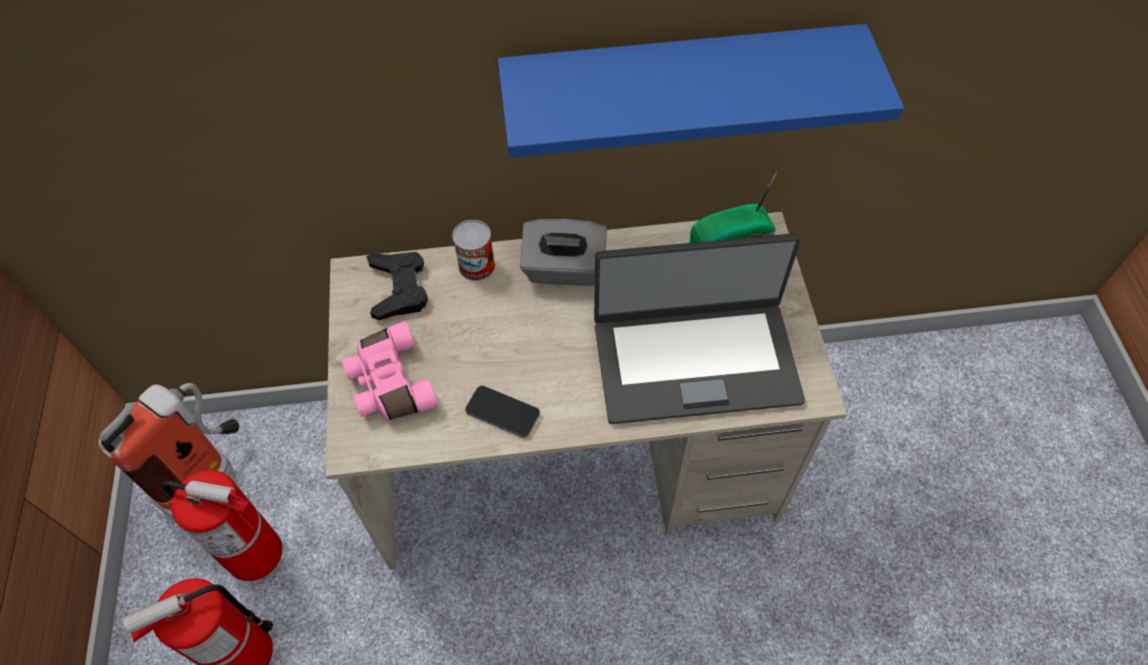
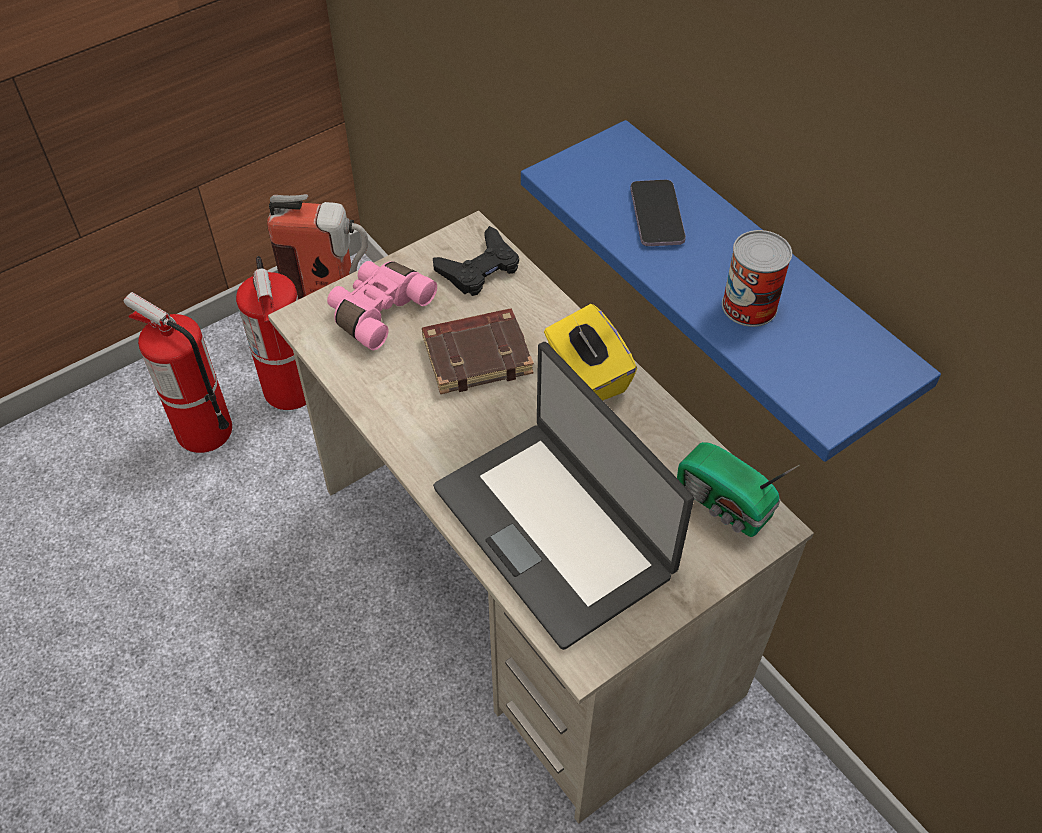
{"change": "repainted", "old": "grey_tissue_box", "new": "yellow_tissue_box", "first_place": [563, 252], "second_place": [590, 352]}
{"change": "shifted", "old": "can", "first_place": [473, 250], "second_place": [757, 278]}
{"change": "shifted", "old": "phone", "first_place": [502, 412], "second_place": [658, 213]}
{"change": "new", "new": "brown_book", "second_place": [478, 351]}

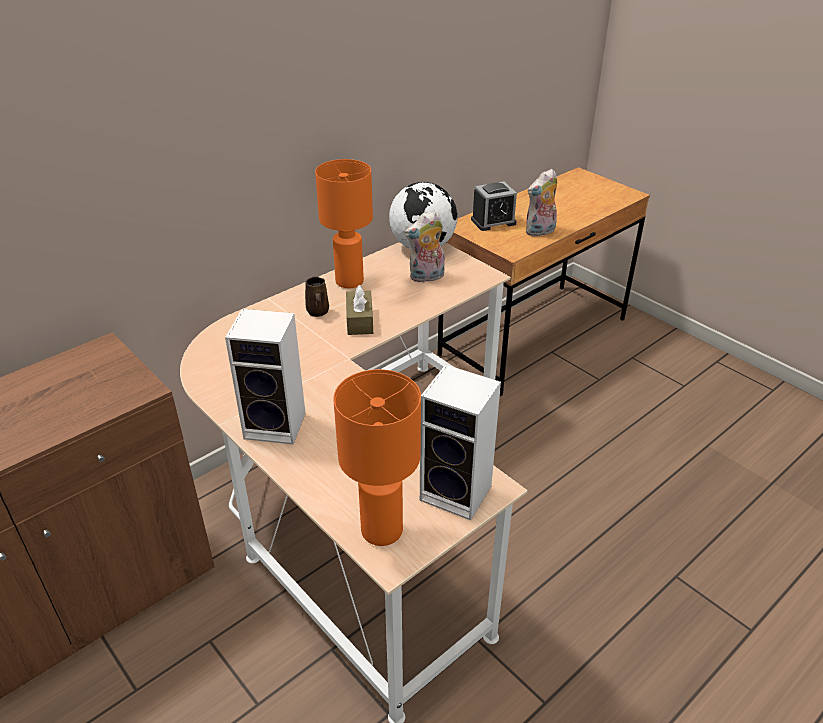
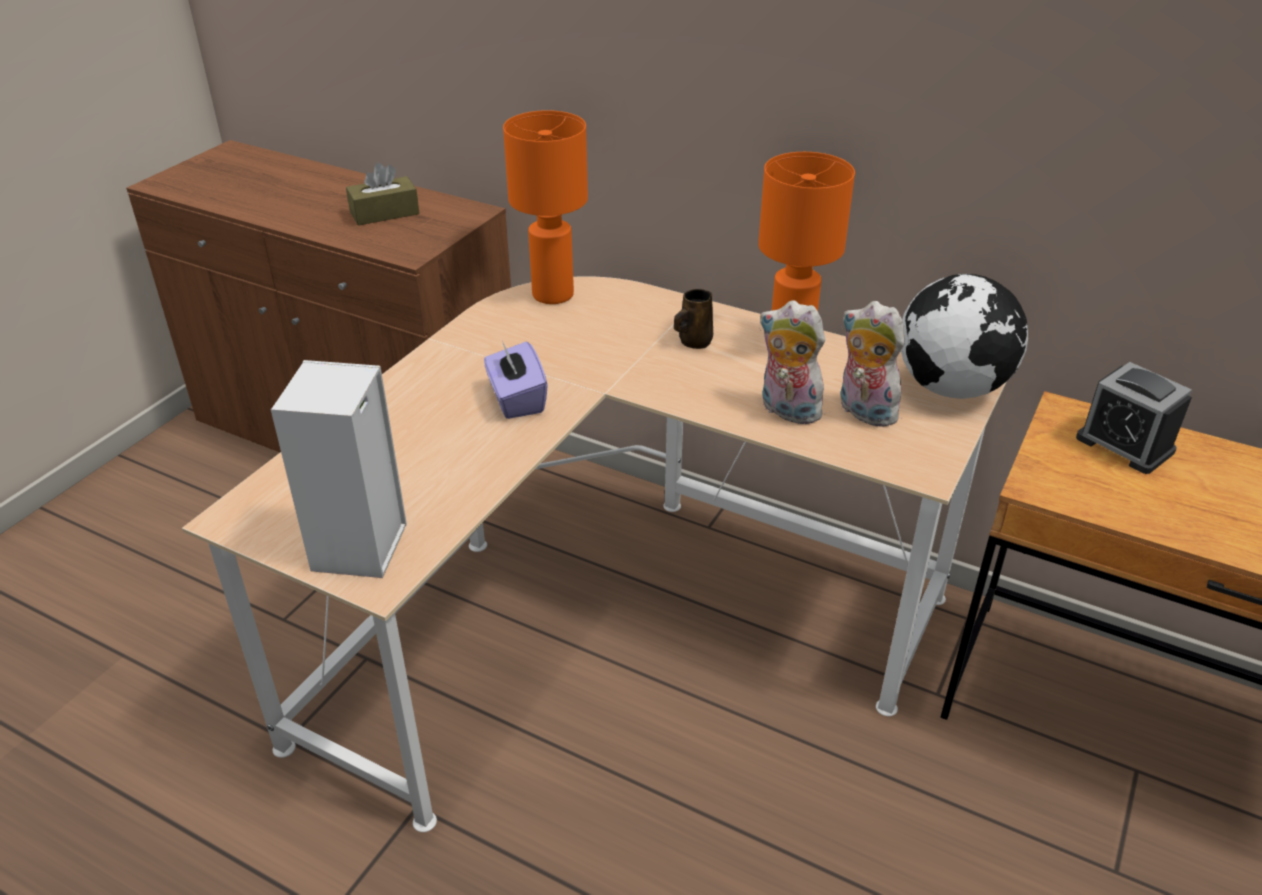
{"change": "shifted", "old": "plush_toy", "first_place": [541, 203], "second_place": [792, 362]}
{"change": "shifted", "old": "brown_tissue_box", "first_place": [359, 310], "second_place": [382, 194]}
{"change": "gone", "old": "speaker", "first_place": [265, 376]}
{"change": "shifted", "old": "orange_table_lamp", "first_place": [377, 457], "second_place": [545, 207]}
{"change": "new", "new": "purple_tissue_box", "second_place": [516, 380]}

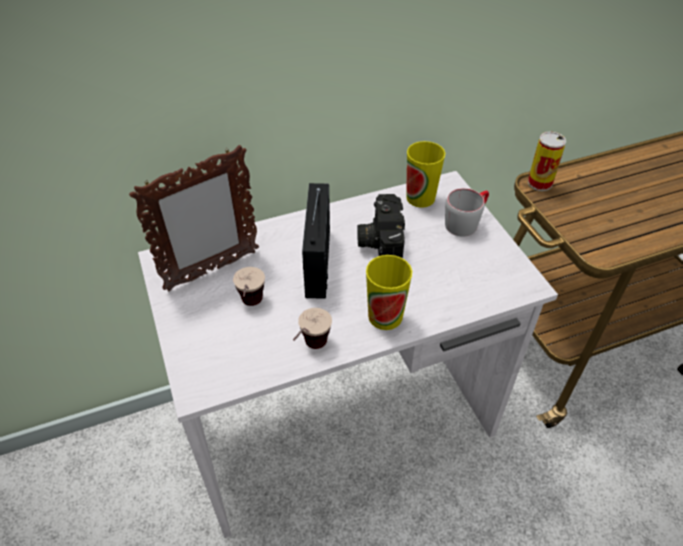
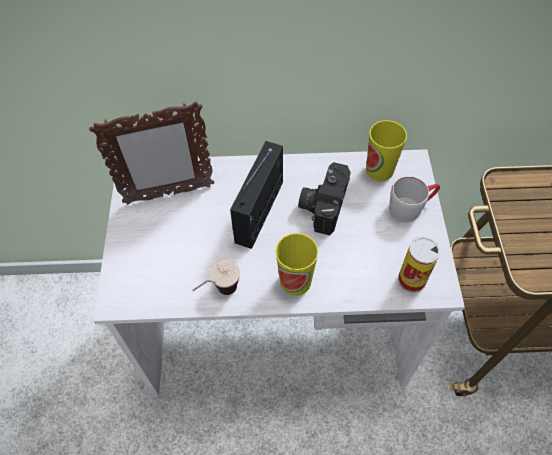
{"change": "shifted", "old": "can", "first_place": [547, 161], "second_place": [419, 264]}
{"change": "gone", "old": "cup", "first_place": [249, 286]}

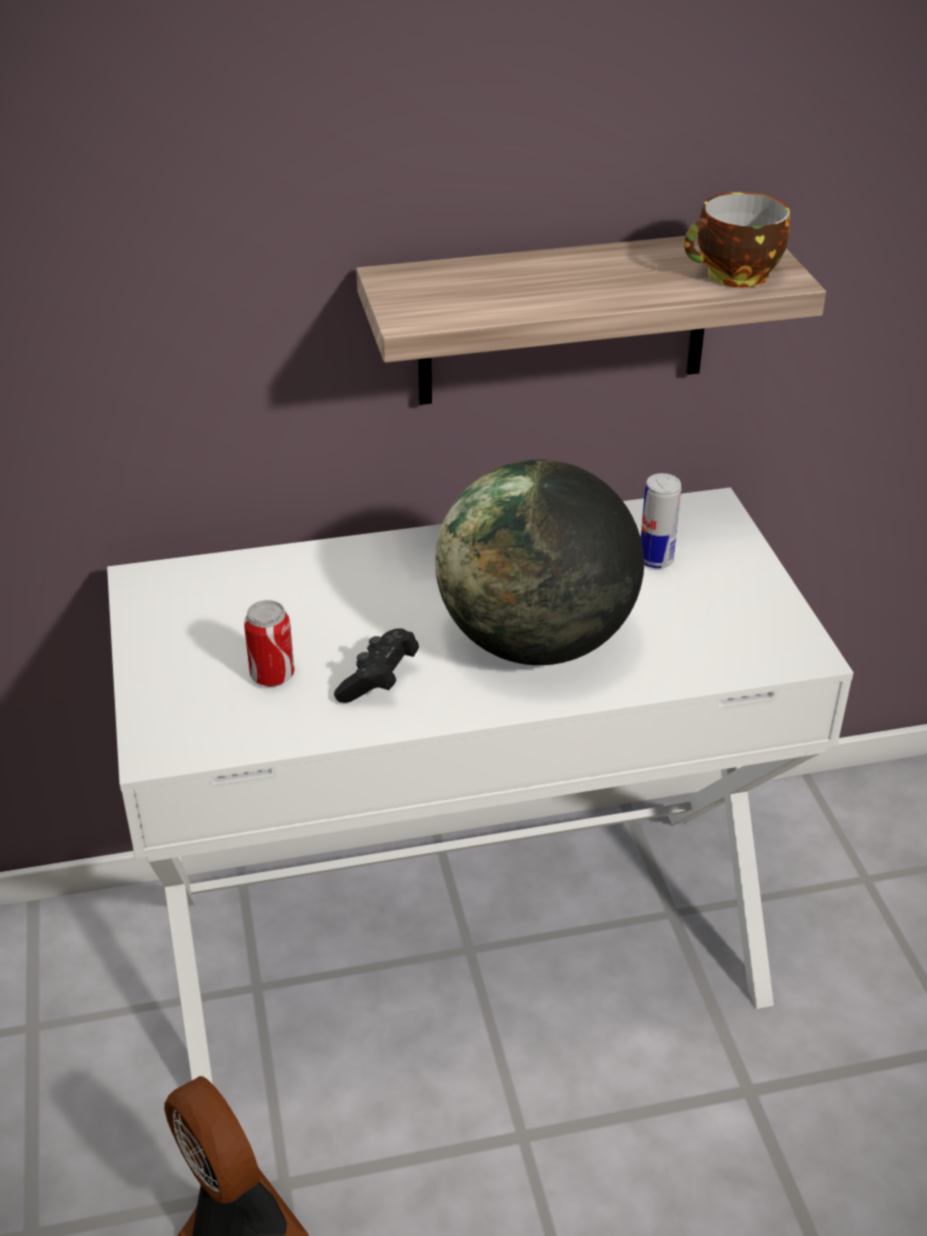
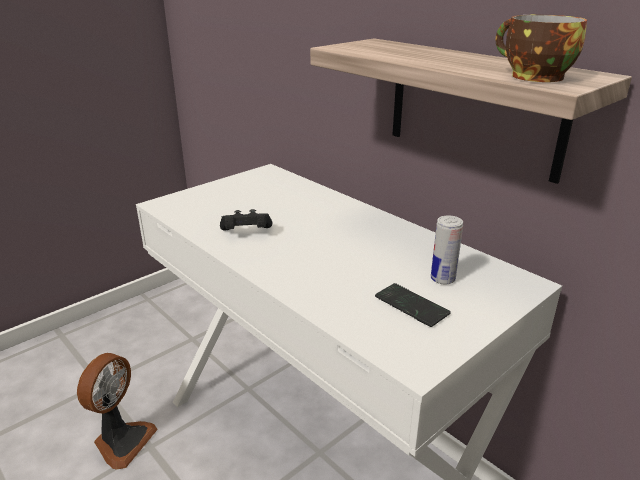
{"change": "gone", "old": "globe", "first_place": [539, 562]}
{"change": "gone", "old": "can", "first_place": [269, 643]}
{"change": "new", "new": "phone", "second_place": [413, 305]}

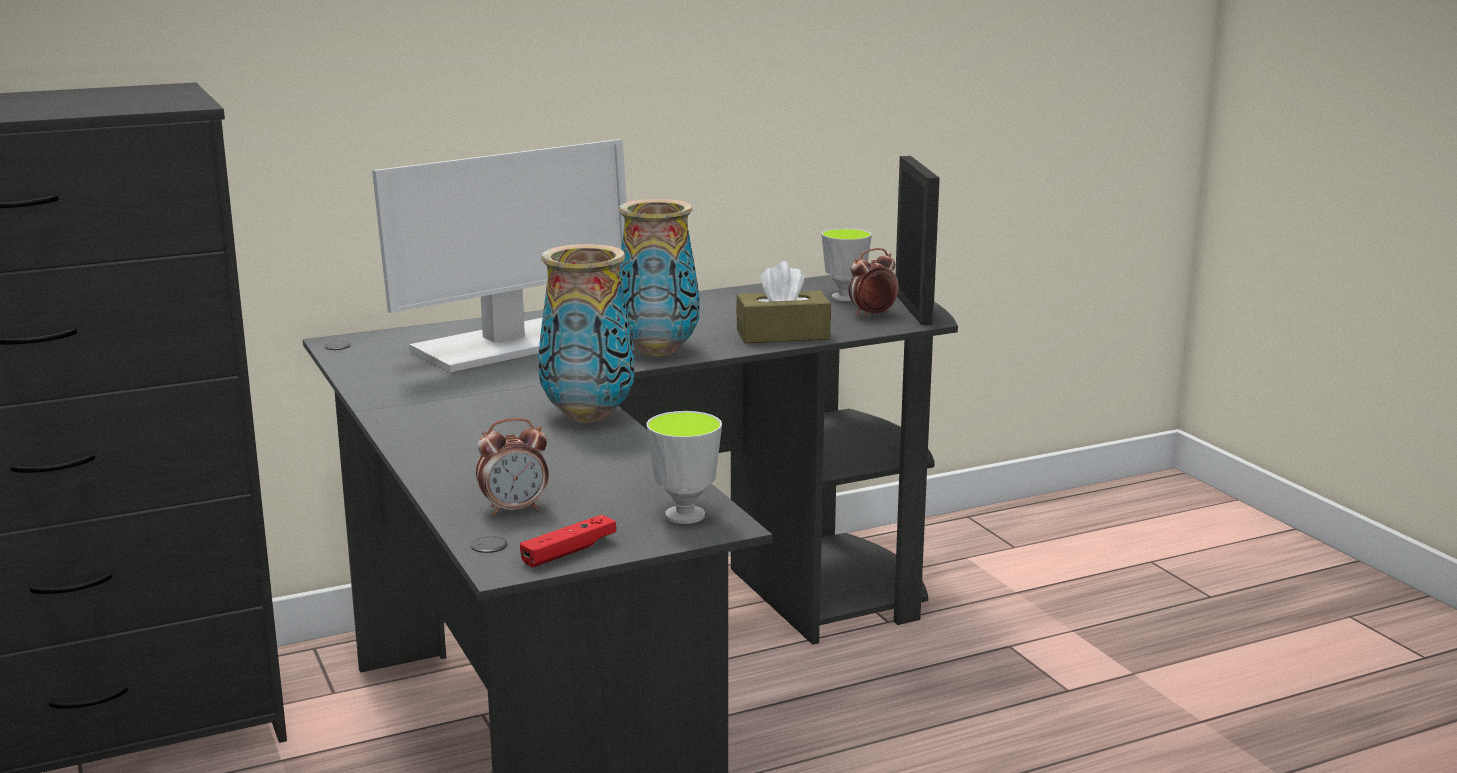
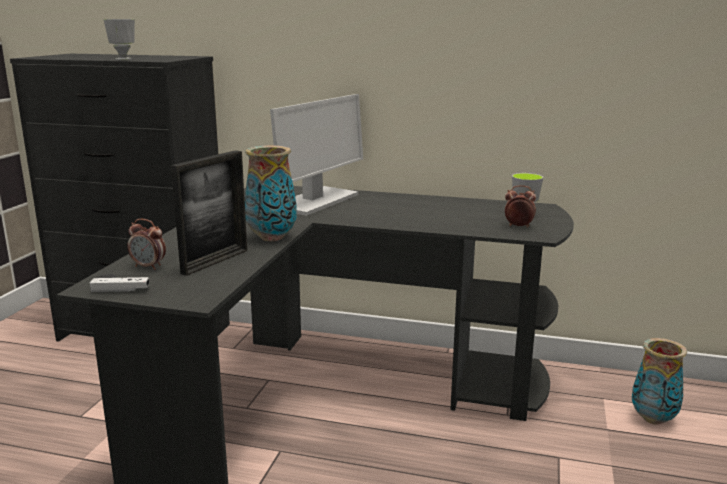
{"change": "rotated", "old": "monitor", "first_place": [499, 255], "second_place": [316, 155], "degrees": -60}
{"change": "shifted", "old": "picture_frame", "first_place": [917, 240], "second_place": [209, 213]}
{"change": "shifted", "old": "vase", "first_place": [659, 277], "second_place": [659, 381]}
{"change": "gone", "old": "brown_tissue_box", "first_place": [783, 302]}
{"change": "shifted", "old": "cup", "first_place": [684, 467], "second_place": [119, 39]}
{"change": "repainted", "old": "red_game_controller", "new": "white_game_controller", "first_place": [568, 540], "second_place": [119, 284]}

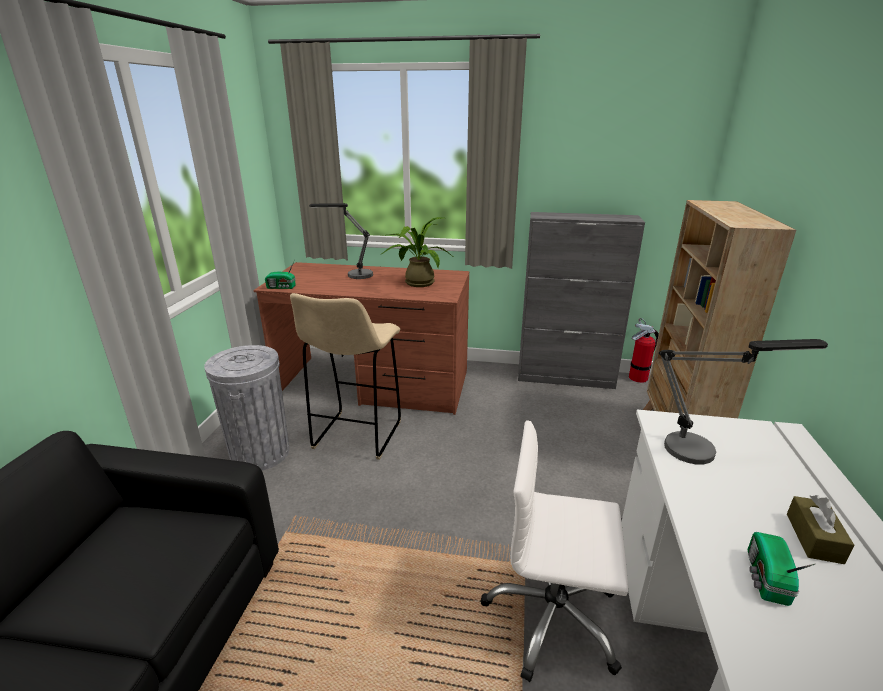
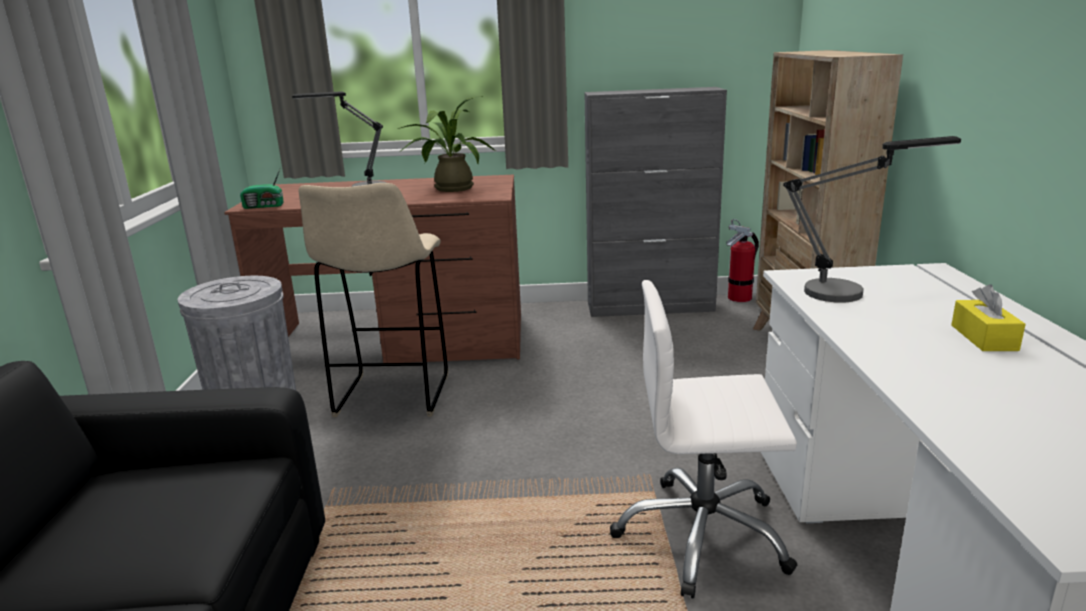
{"change": "repainted", "old": "brown_tissue_box", "new": "yellow_tissue_box", "first_place": [820, 529], "second_place": [988, 317]}
{"change": "gone", "old": "radio", "first_place": [781, 569]}

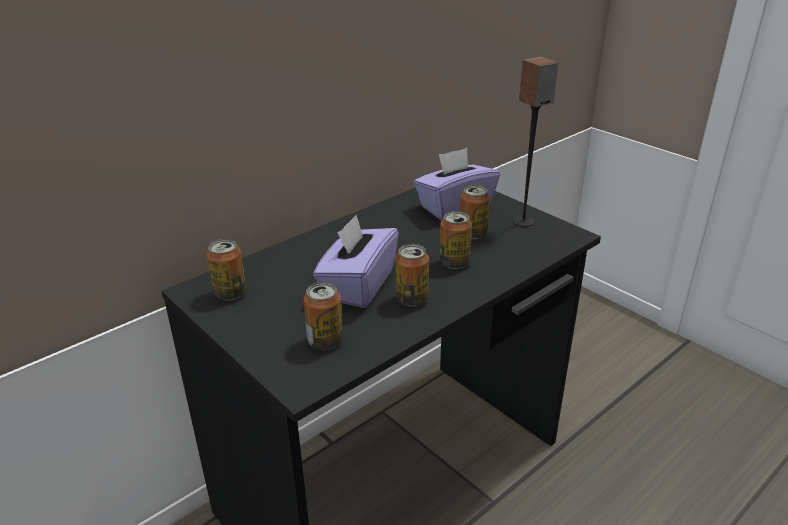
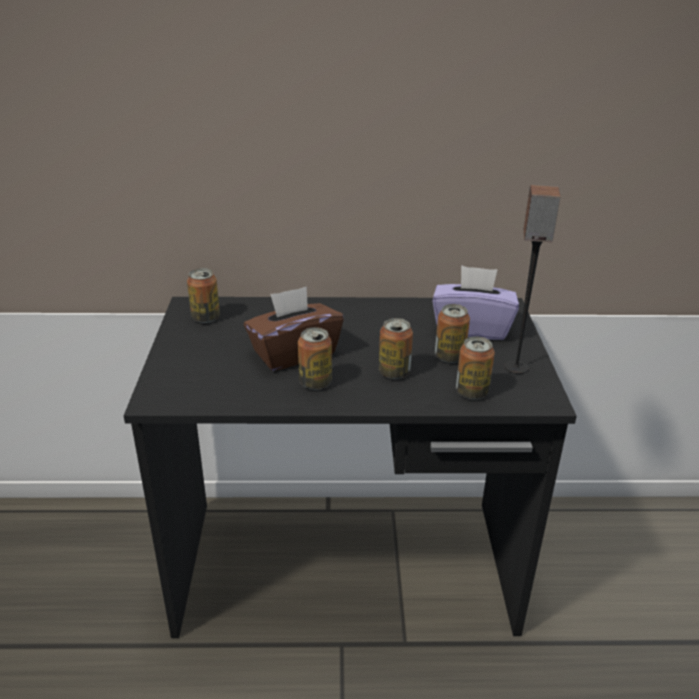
{"change": "repainted", "old": "purple_tissue_box", "new": "brown_tissue_box", "first_place": [356, 261], "second_place": [294, 328]}
{"change": "shifted", "old": "can", "first_place": [323, 316], "second_place": [475, 367]}

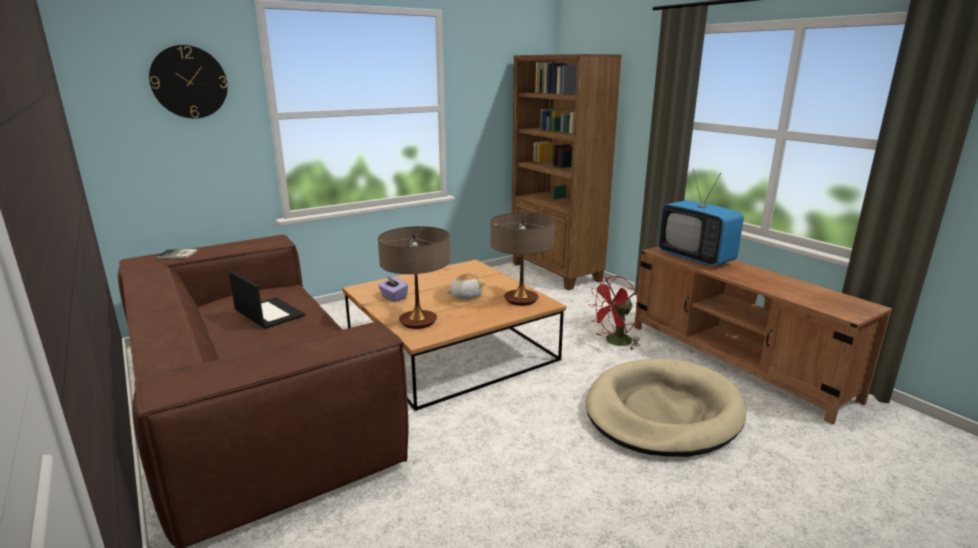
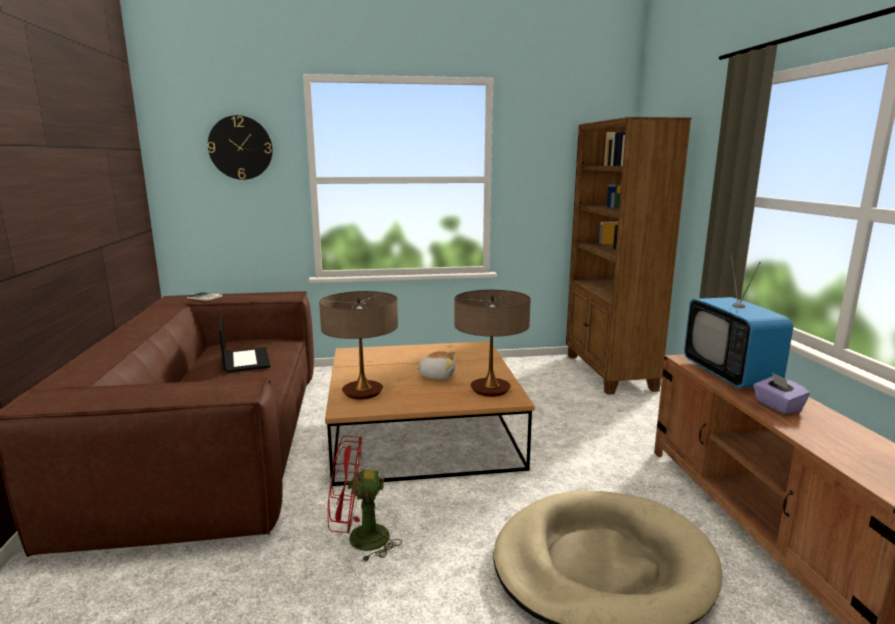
{"change": "shifted", "old": "purple_tissue_box", "first_place": [393, 289], "second_place": [781, 393]}
{"change": "shifted", "old": "red_fan", "first_place": [614, 312], "second_place": [365, 499]}

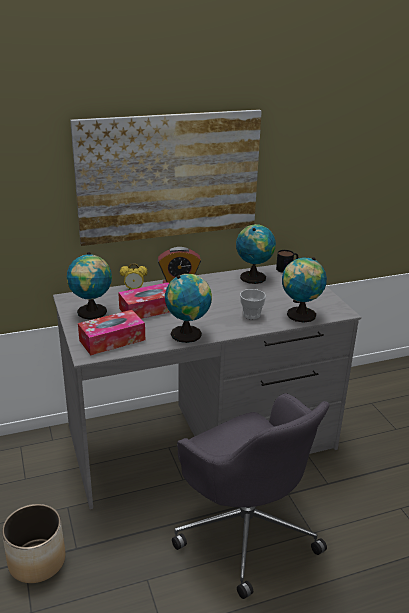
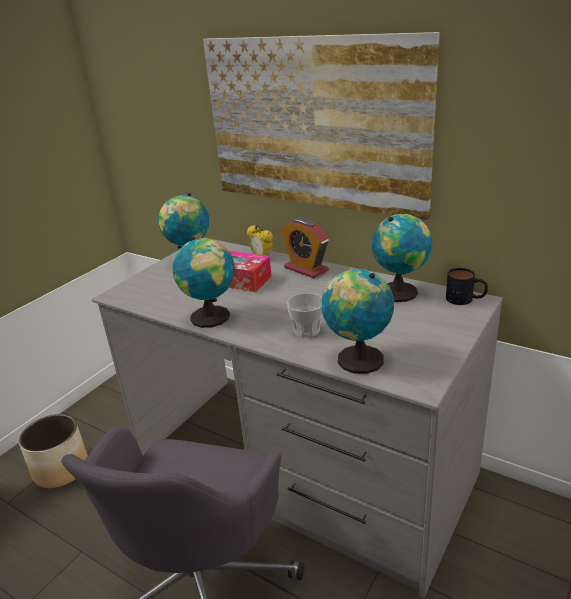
{"change": "gone", "old": "tissue_box", "first_place": [111, 332]}

